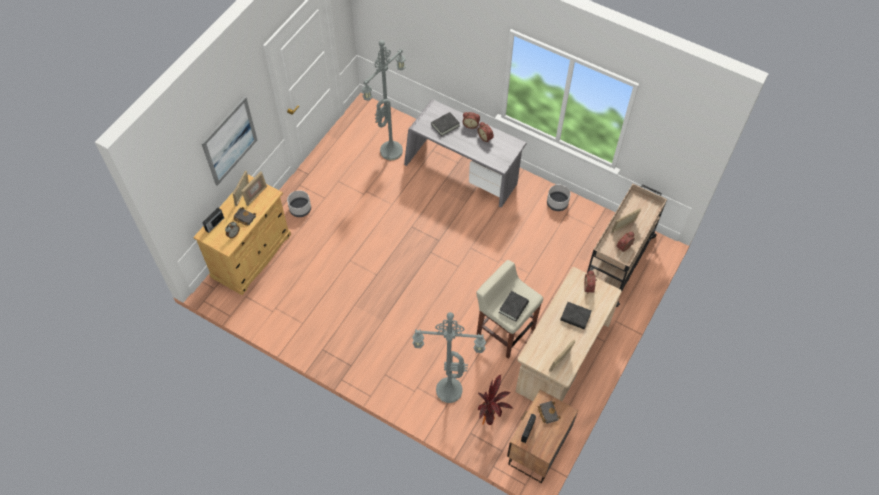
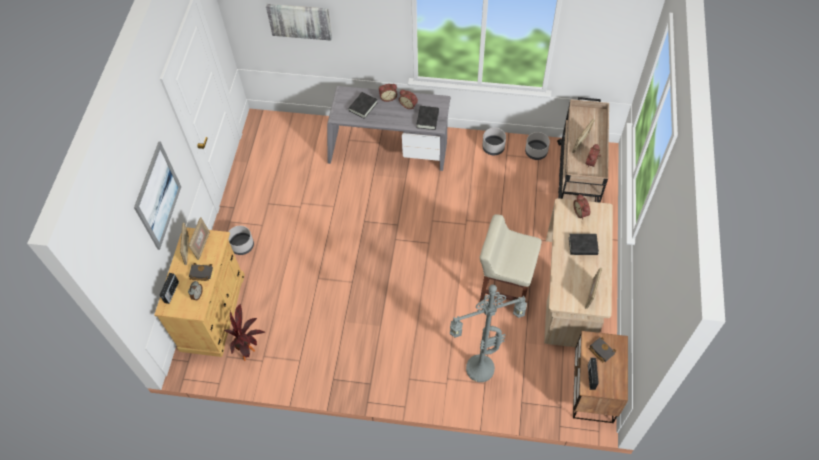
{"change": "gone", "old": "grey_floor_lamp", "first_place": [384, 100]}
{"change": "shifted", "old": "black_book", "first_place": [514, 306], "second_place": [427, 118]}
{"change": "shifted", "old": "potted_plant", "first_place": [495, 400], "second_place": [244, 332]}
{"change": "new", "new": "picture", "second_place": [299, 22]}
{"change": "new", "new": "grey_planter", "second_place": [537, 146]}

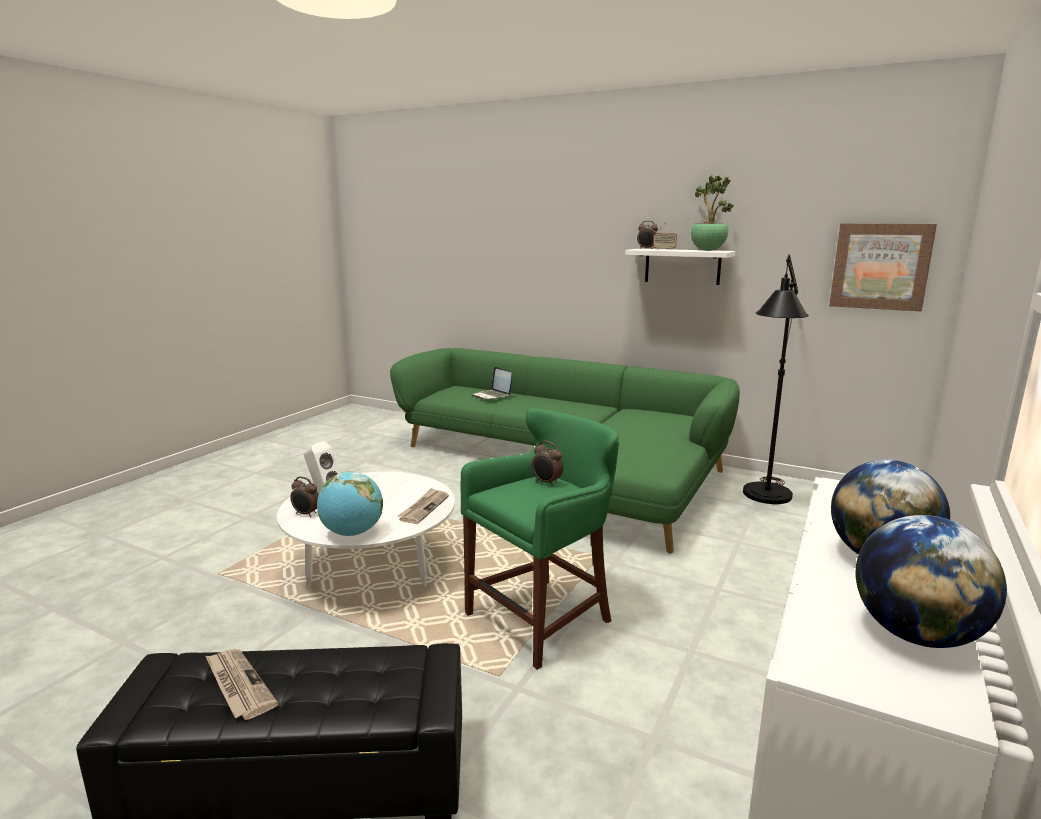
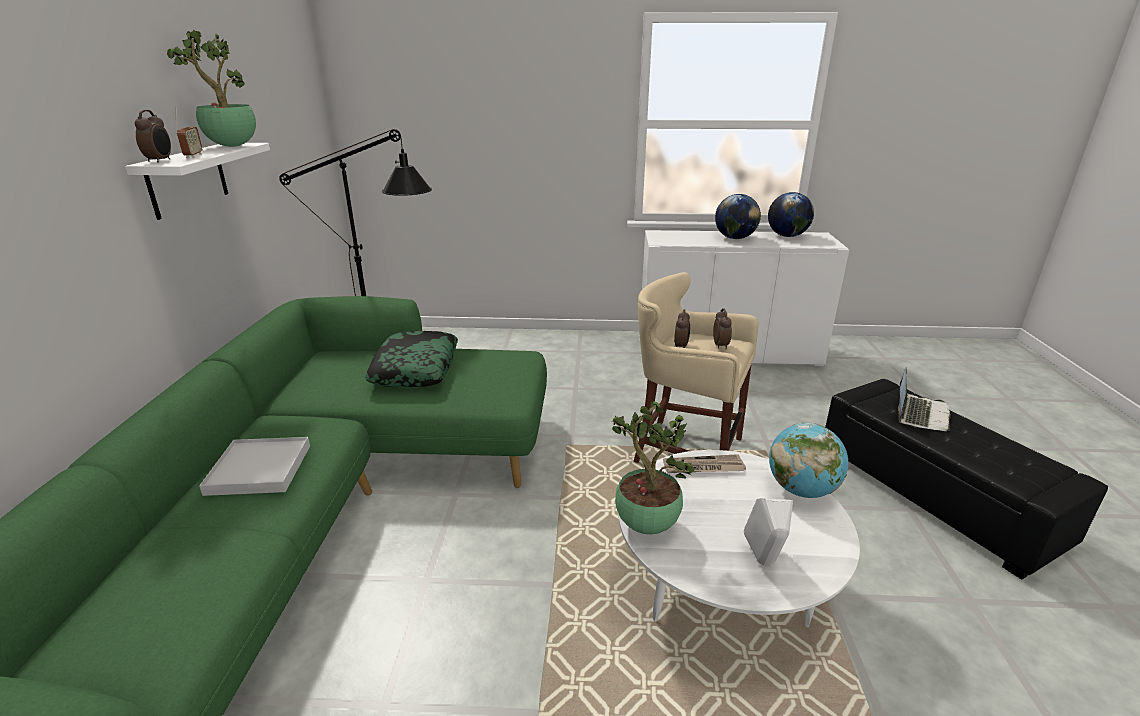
{"change": "gone", "old": "picture", "first_place": [883, 267]}
{"change": "shifted", "old": "laptop", "first_place": [492, 383], "second_place": [924, 399]}
{"change": "repainted", "old": "green_stool", "new": "beige_stool", "first_place": [540, 539], "second_place": [696, 367]}
{"change": "shifted", "old": "alarm_clock", "first_place": [304, 497], "second_place": [722, 329]}
{"change": "gone", "old": "newspaper", "first_place": [242, 684]}
{"change": "new", "new": "pillow", "second_place": [411, 359]}
{"change": "new", "new": "potted_plant", "second_place": [654, 468]}
{"change": "new", "new": "white_tray", "second_place": [254, 466]}

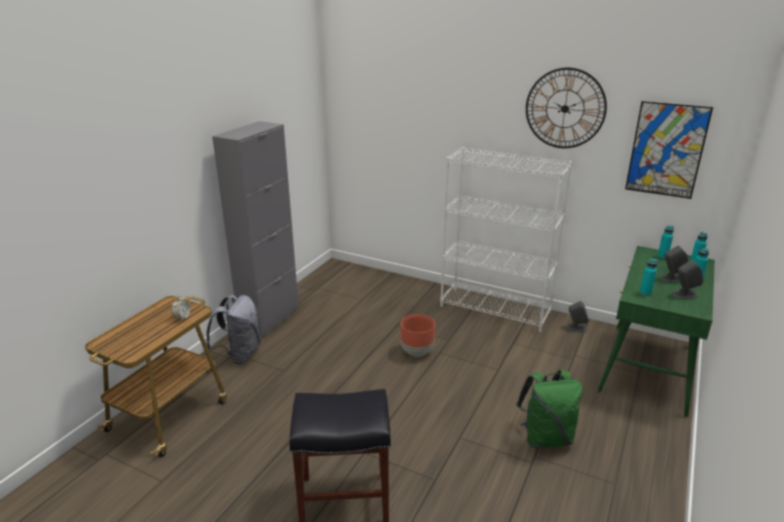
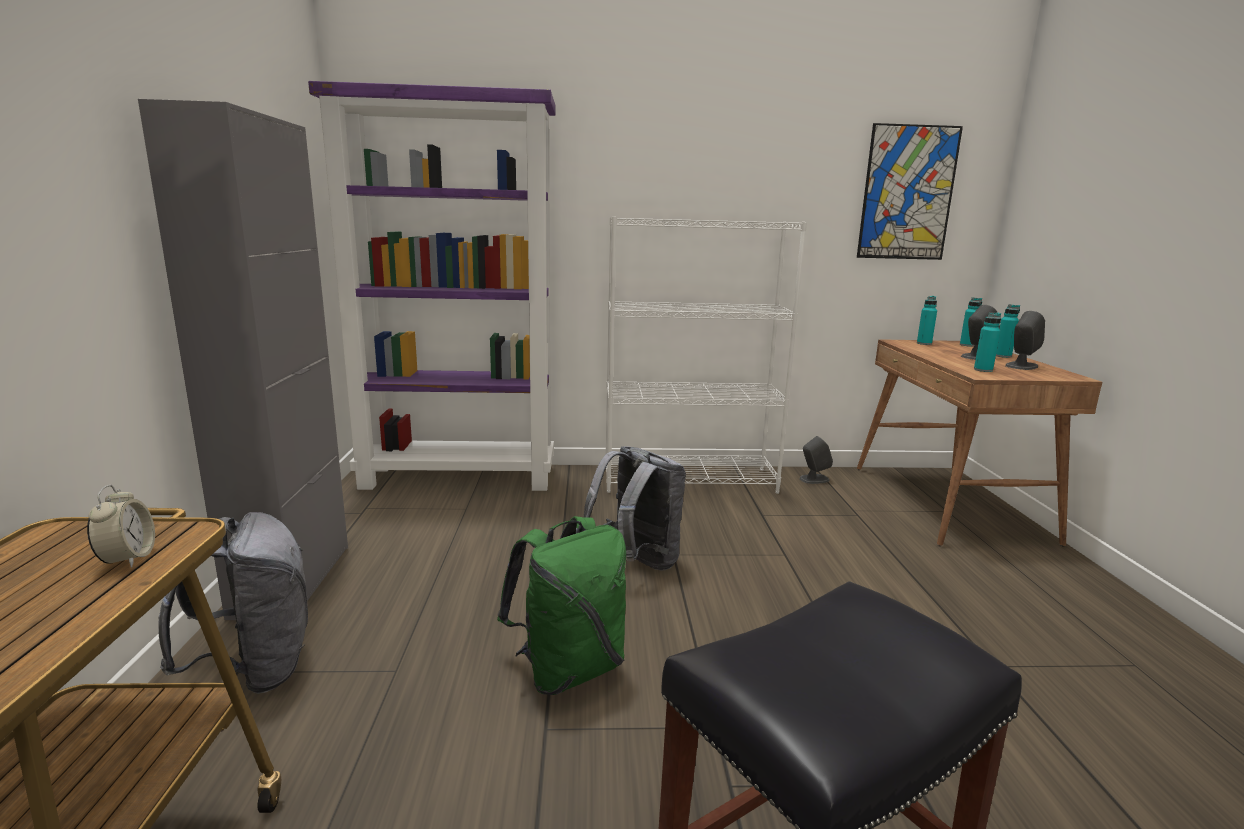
{"change": "gone", "old": "wall_clock", "first_place": [566, 108]}
{"change": "repainted", "old": "green_desk", "new": "brown_desk", "first_place": [656, 331], "second_place": [979, 443]}
{"change": "swapped", "old": "brown_planter", "new": "grey_backpack", "first_place": [417, 335], "second_place": [635, 508]}
{"change": "shifted", "old": "green_backpack", "first_place": [549, 409], "second_place": [561, 605]}
{"change": "new", "new": "purple_bookcase", "second_place": [431, 286]}

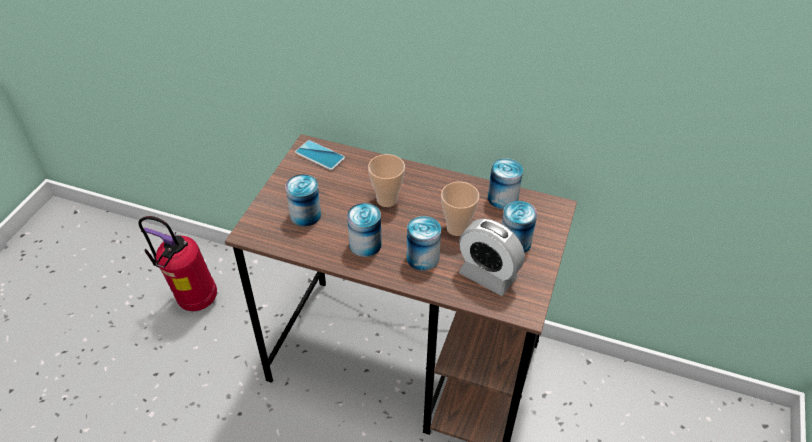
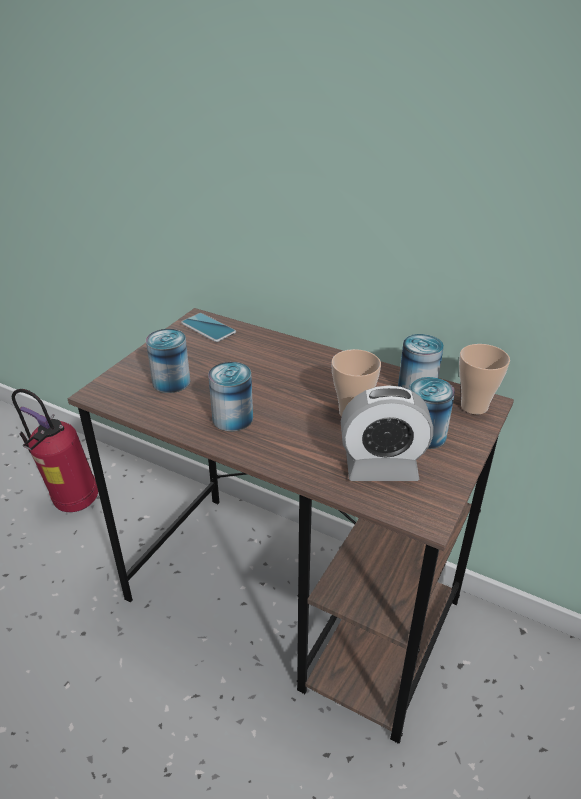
{"change": "shifted", "old": "cup", "first_place": [386, 180], "second_place": [484, 379]}
{"change": "gone", "old": "can", "first_place": [424, 243]}
{"change": "rotated", "old": "alarm_clock", "first_place": [492, 257], "second_place": [387, 433], "degrees": -45}

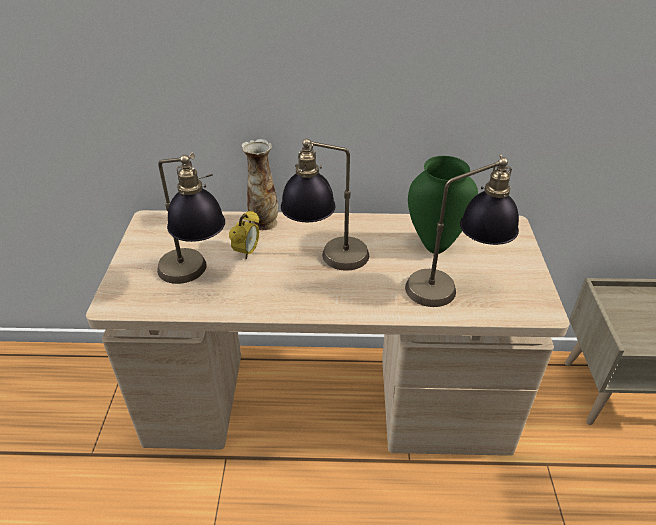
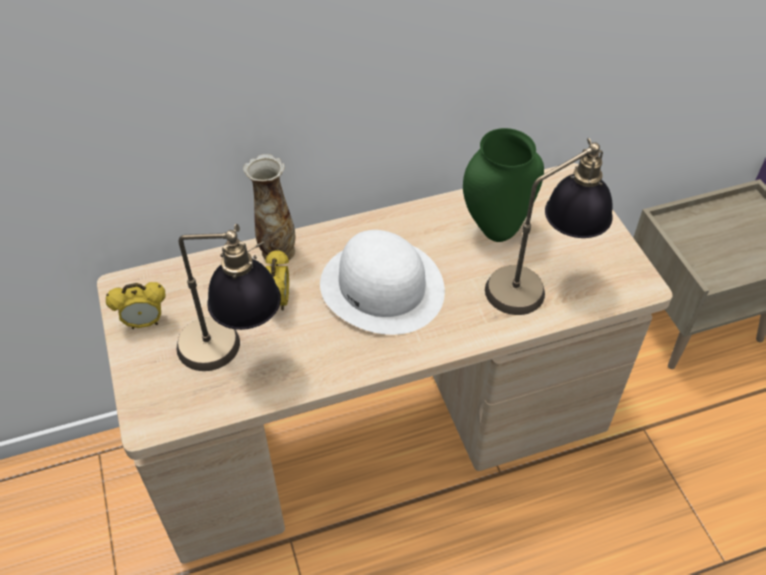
{"change": "swapped", "old": "table_lamp", "new": "white_hat", "first_place": [325, 204], "second_place": [382, 282]}
{"change": "new", "new": "alarm_clock", "second_place": [135, 305]}

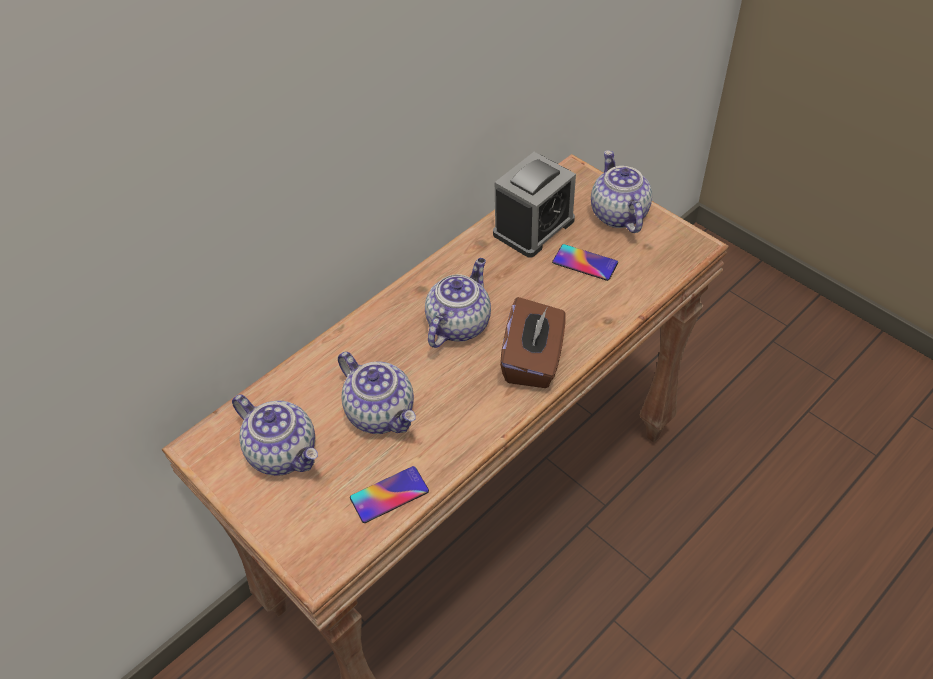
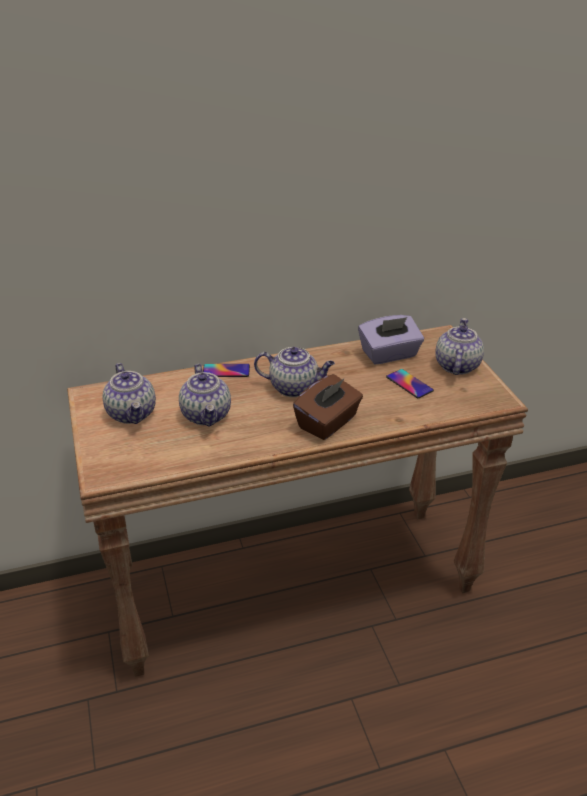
{"change": "swapped", "old": "alarm_clock", "new": "purple_tissue_box", "first_place": [534, 205], "second_place": [391, 339]}
{"change": "rotated", "old": "teapot", "first_place": [458, 303], "second_place": [294, 372], "degrees": 45}
{"change": "shifted", "old": "phone", "first_place": [389, 494], "second_place": [226, 370]}

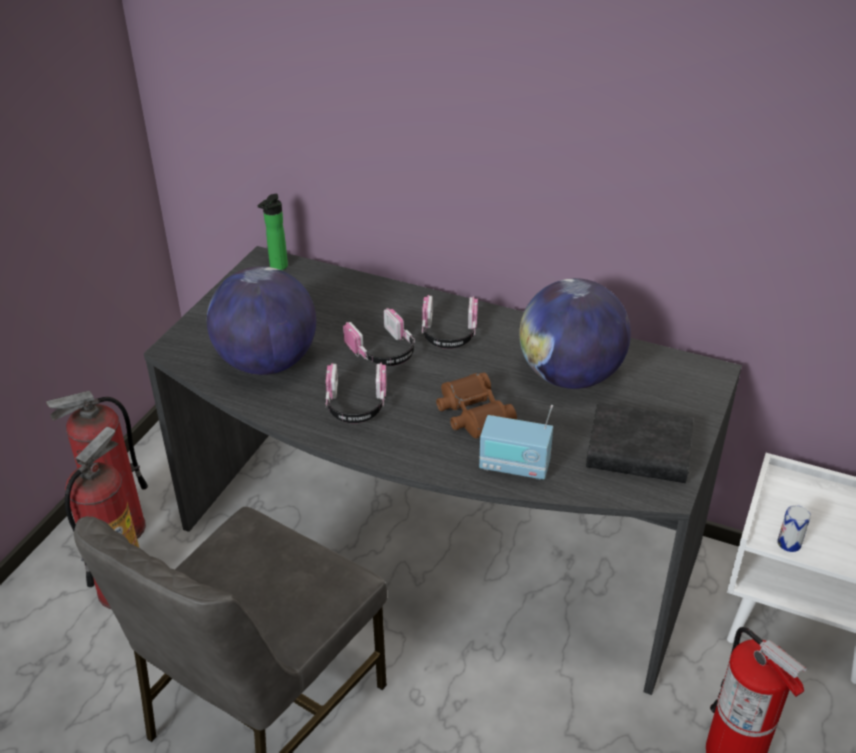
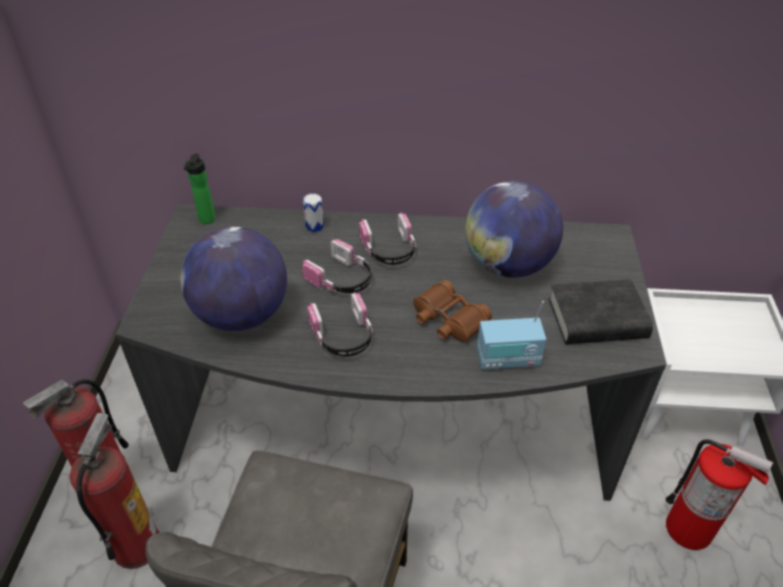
{"change": "shifted", "old": "can", "first_place": [794, 528], "second_place": [313, 212]}

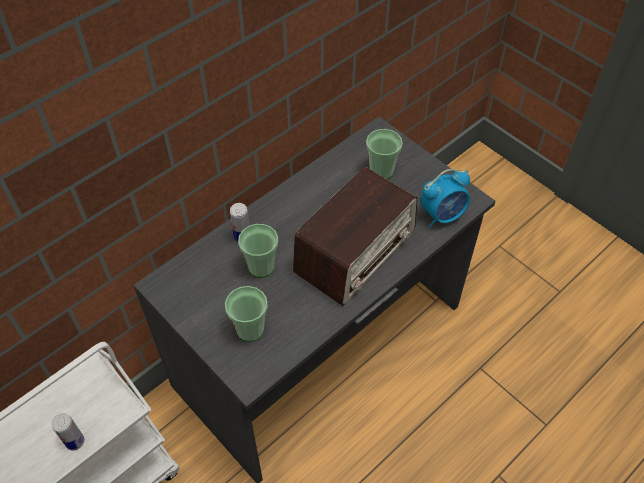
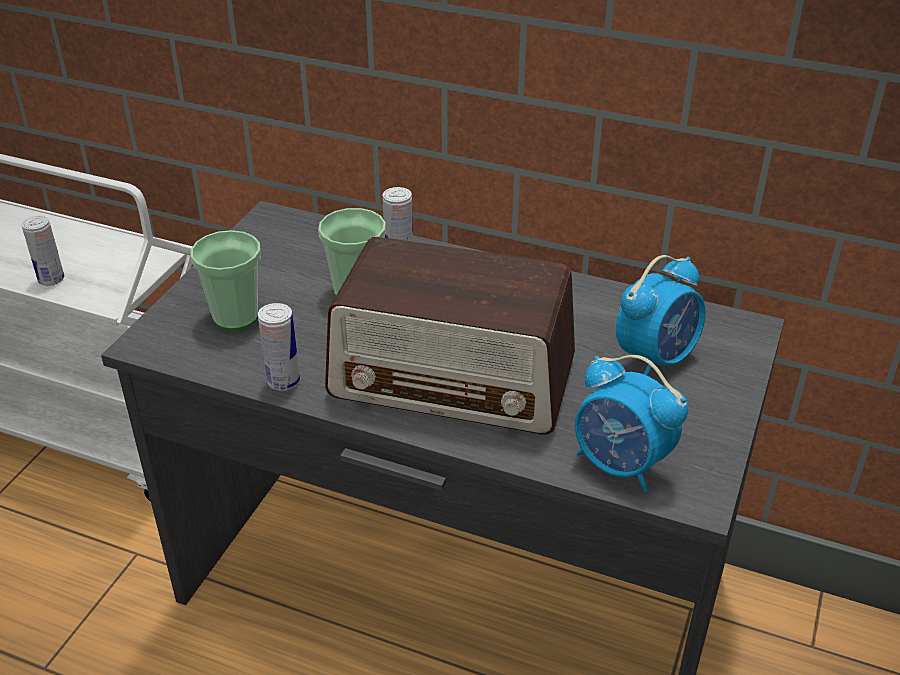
{"change": "swapped", "old": "cup", "new": "alarm_clock", "first_place": [384, 154], "second_place": [661, 315]}
{"change": "new", "new": "can", "second_place": [279, 347]}

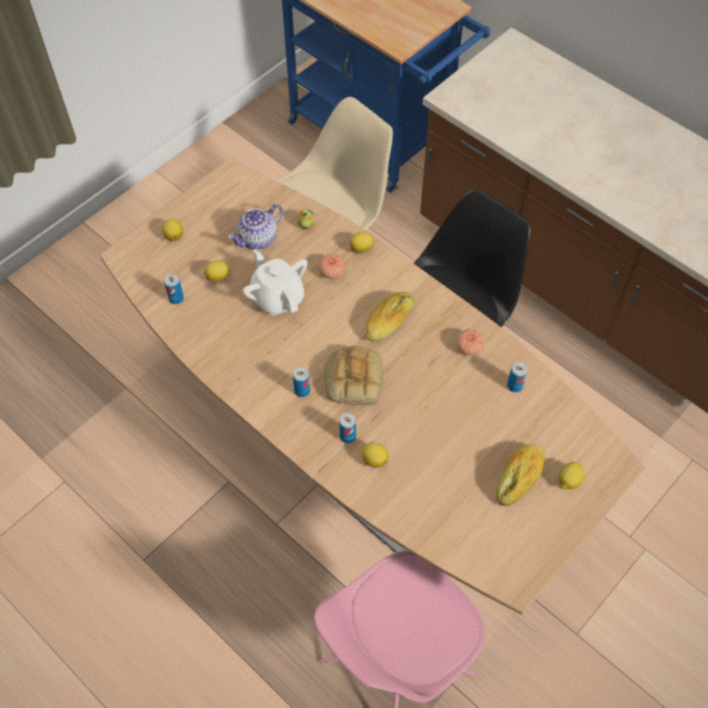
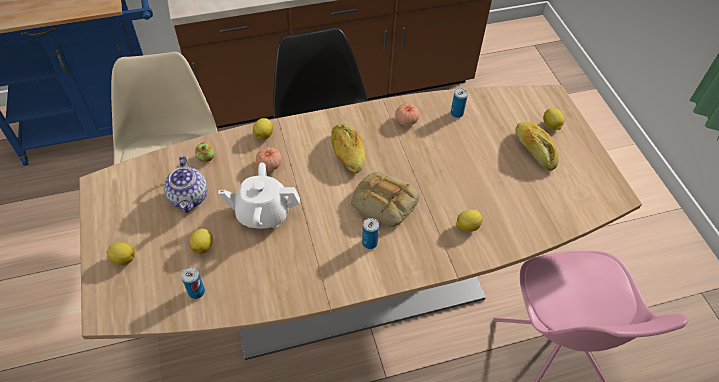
{"change": "gone", "old": "can", "first_place": [347, 428]}

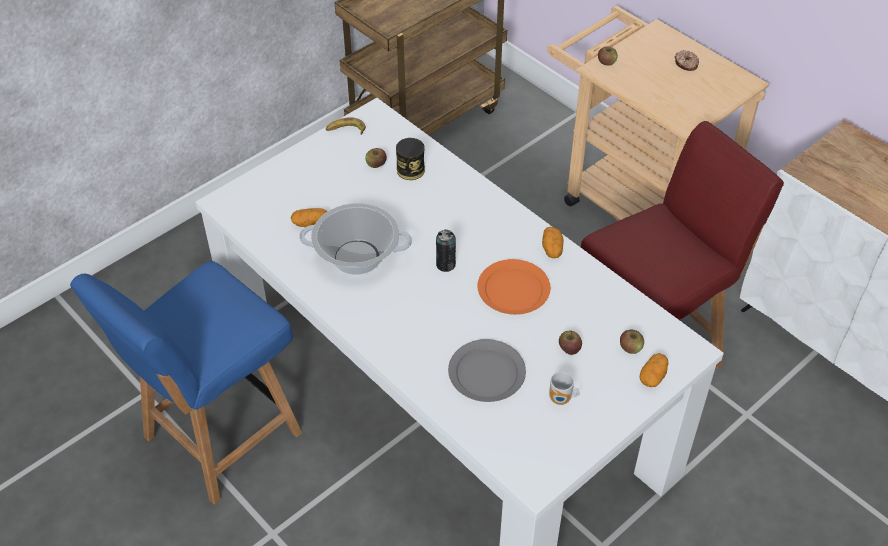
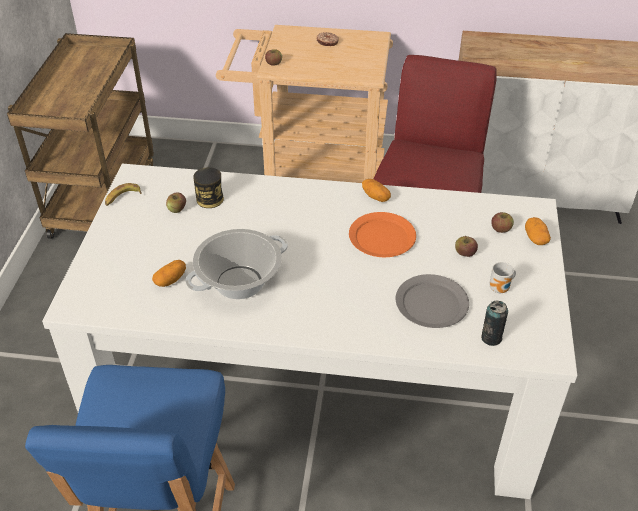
{"change": "shifted", "old": "can", "first_place": [446, 250], "second_place": [494, 323]}

